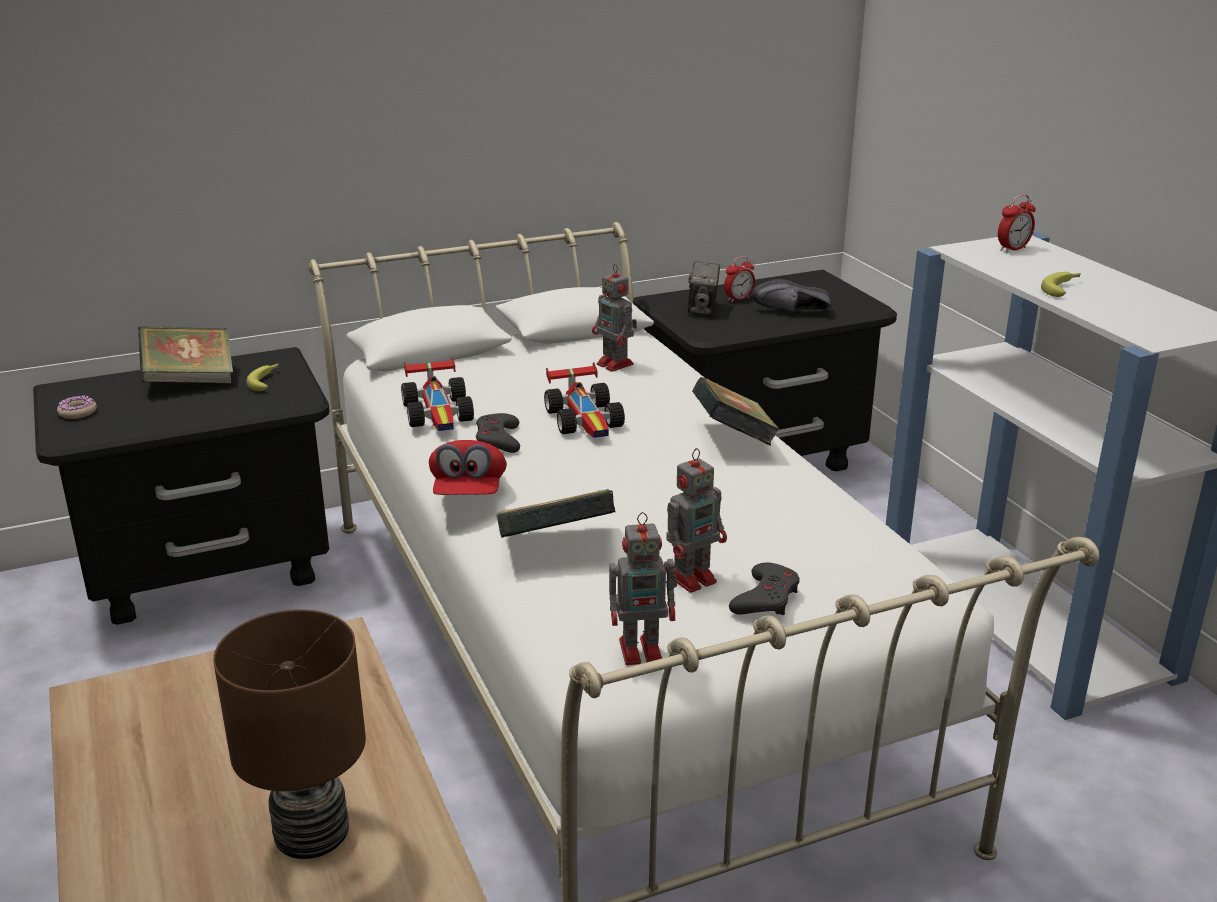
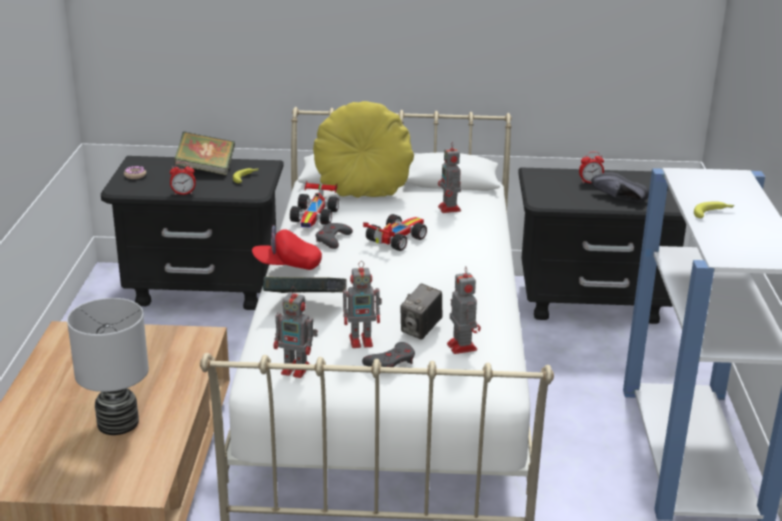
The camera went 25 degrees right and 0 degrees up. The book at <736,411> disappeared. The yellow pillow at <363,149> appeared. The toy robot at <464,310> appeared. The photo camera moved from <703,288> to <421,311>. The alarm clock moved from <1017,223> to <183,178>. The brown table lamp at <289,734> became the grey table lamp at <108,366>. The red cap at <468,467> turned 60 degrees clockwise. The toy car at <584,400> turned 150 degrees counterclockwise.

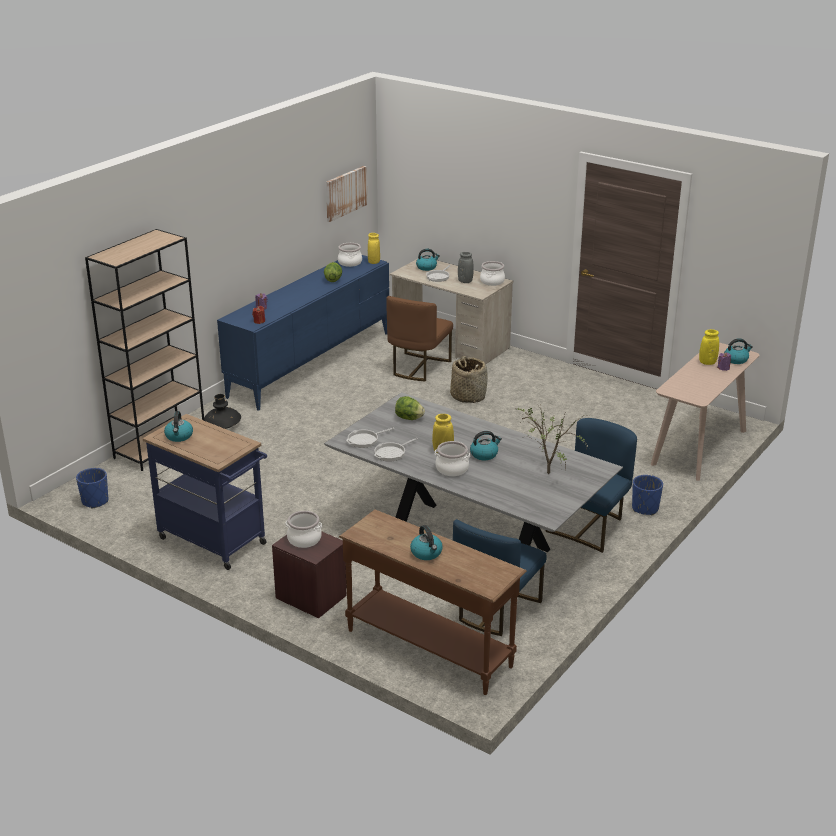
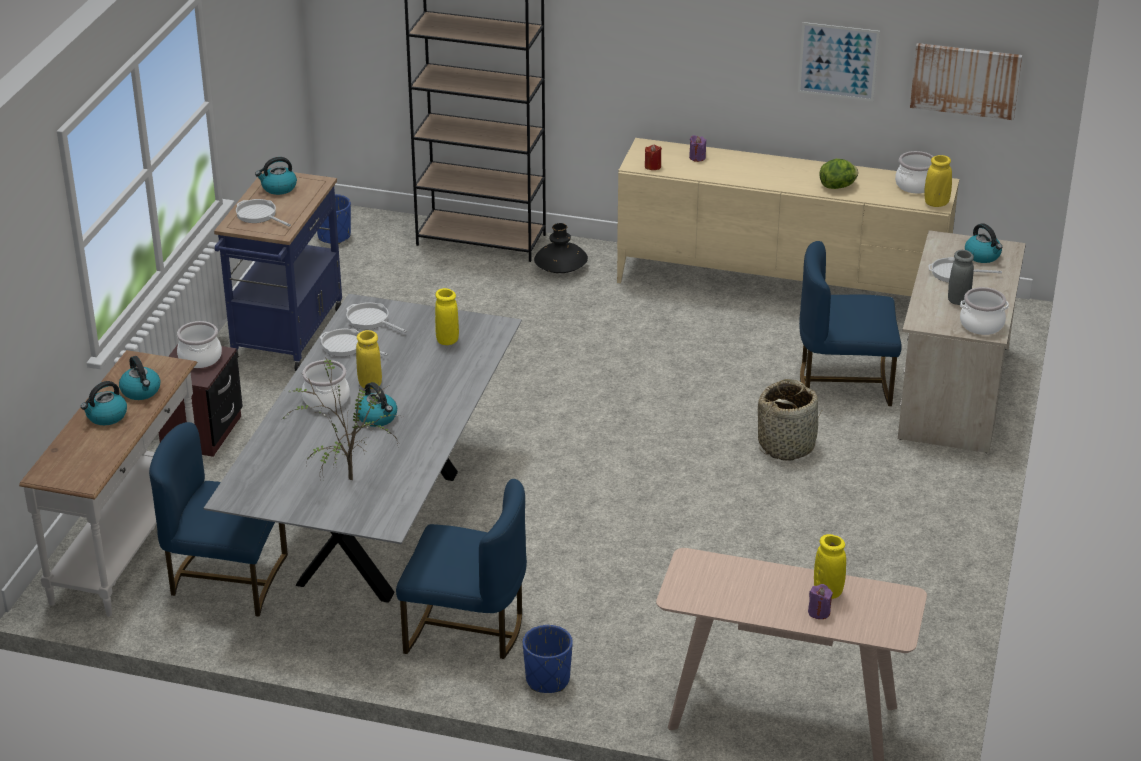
The camera went 70 degrees right and 5 degrees up. The frying pan at <263,213> appeared. The picture at <839,61> appeared. The kettle moved from <738,351> to <139,378>. The lettuce at <410,408> was replaced by the yellow vase at <447,316>. The blue cabinet at <303,333> became the beige cabinet at <788,217>. The brown console table at <433,602> became the white console table at <108,483>. The brown chair at <419,339> became the blue chair at <850,323>.

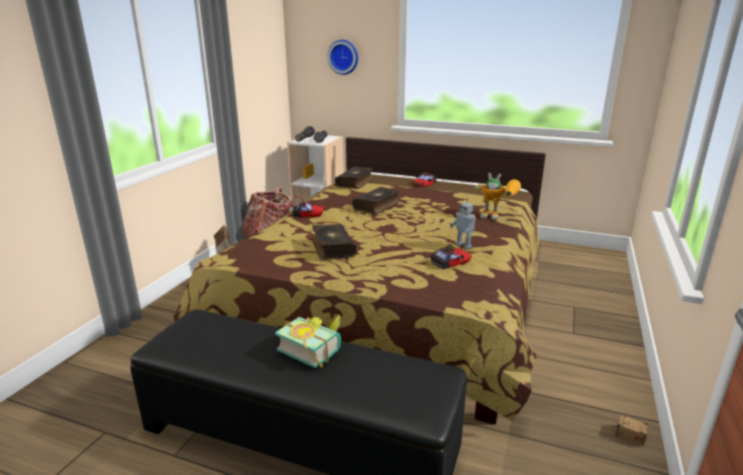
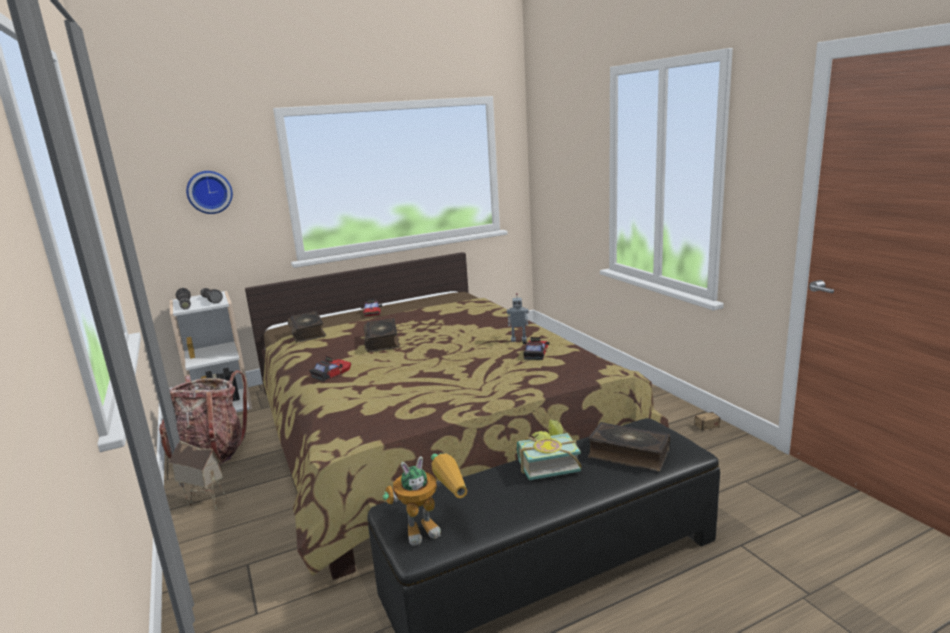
The camera went 45 degrees left and 5 degrees down. The book moved from <334,242> to <629,446>. The toy robot moved from <497,196> to <425,499>.

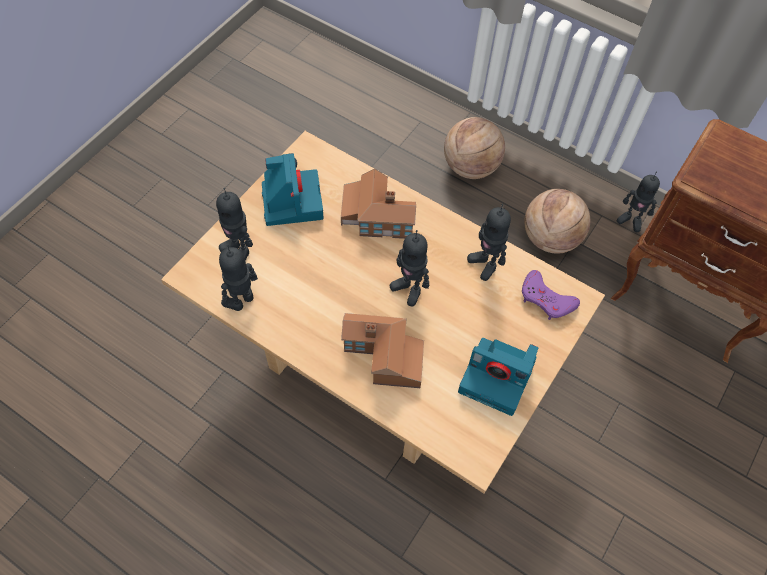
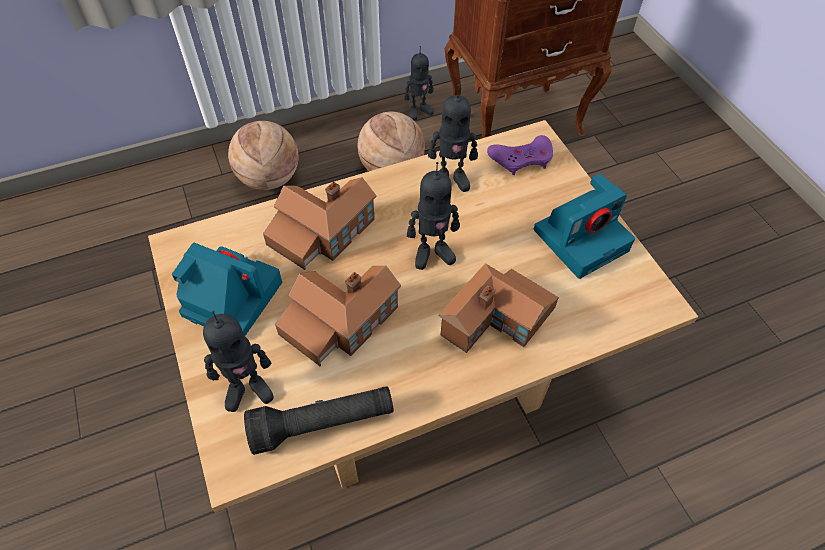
The camera went 55 degrees left and 5 degrees down. The toy house at <338,316> appeared. The toy robot at <238,278> was replaced by the black flashlight at <319,420>.

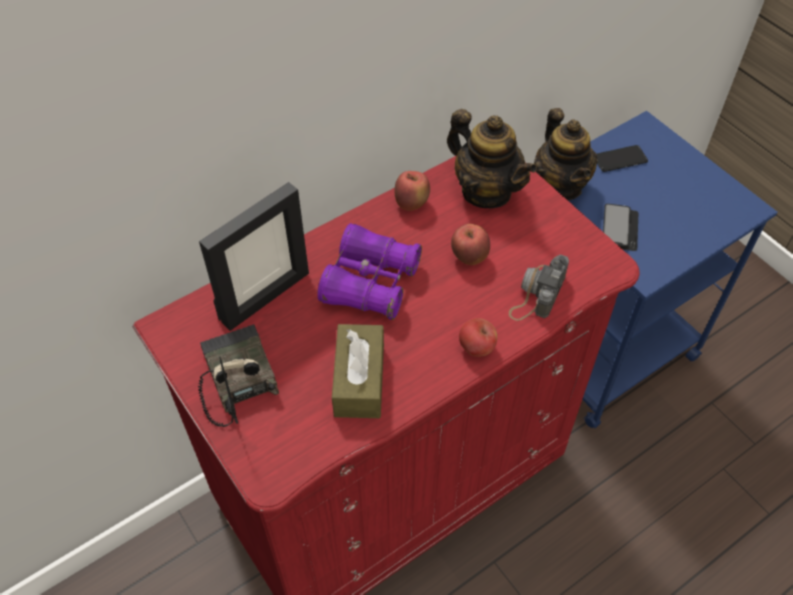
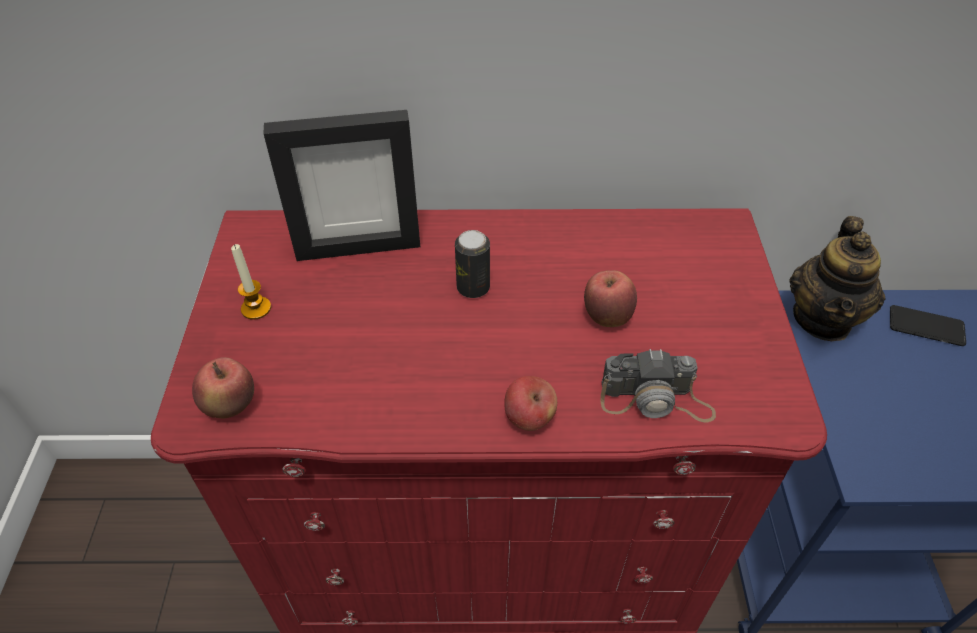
The camera went 35 degrees right and 5 degrees down. The brown tissue box at <358,371> disappeared. The teapot at <492,158> disappeared. The phone at <620,227> disappeared. The apple moved from <412,191> to <223,387>. The radio at <238,375> was replaced by the candle at <251,282>. The purple binoculars at <369,271> was replaced by the can at <472,264>. The photo camera at <539,287> turned 150 degrees counterclockwise.

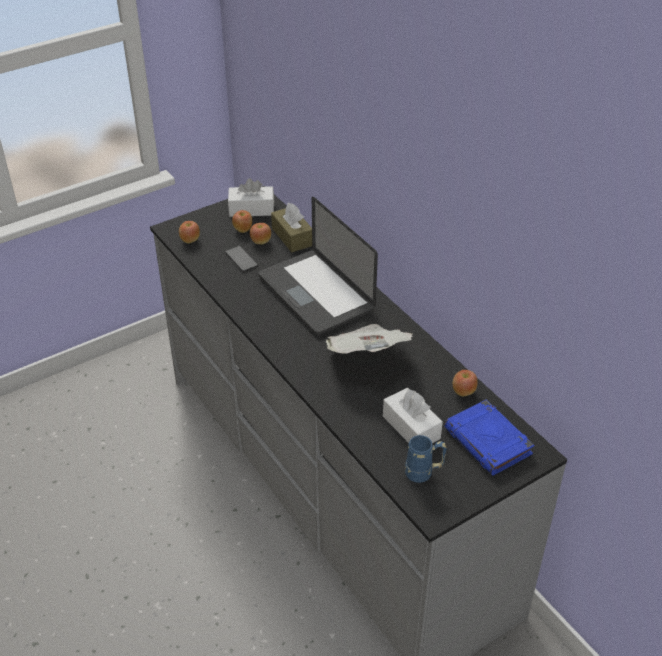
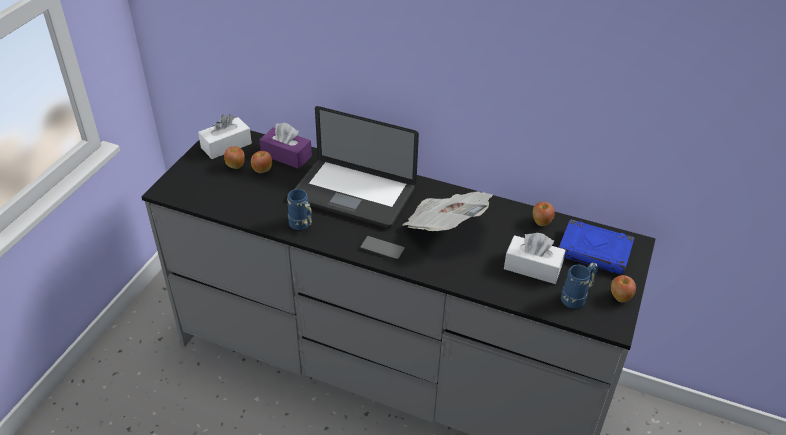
The camera went 35 degrees left and 0 degrees up. The blue mug at <299,209> appeared. The apple moved from <189,232> to <623,288>. The phone moved from <241,259> to <382,248>. The brown tissue box at <291,227> became the purple tissue box at <285,145>.

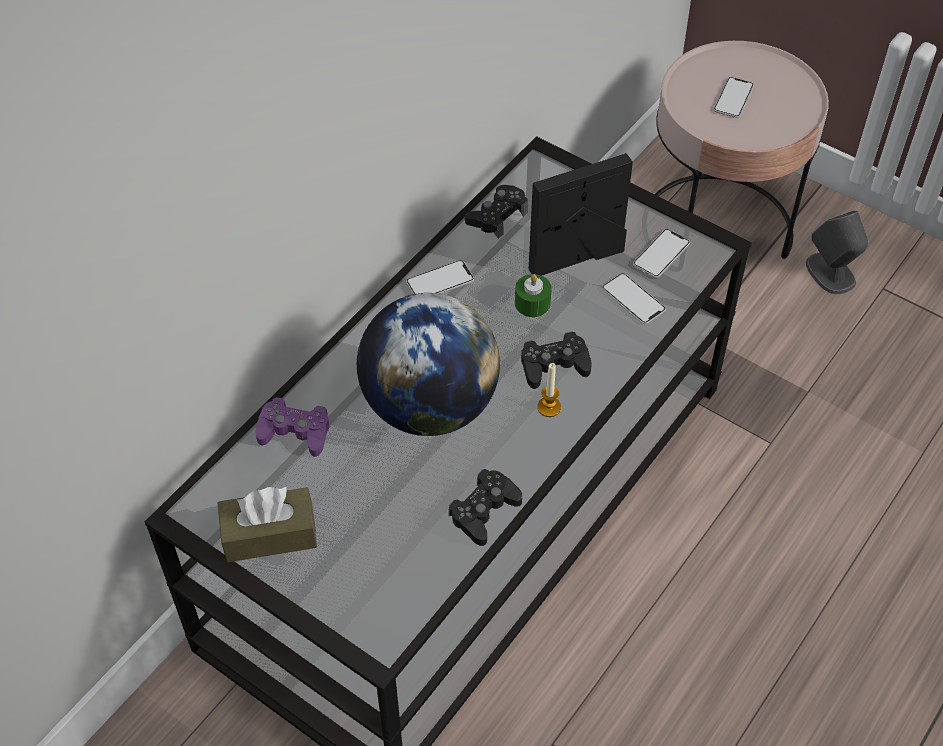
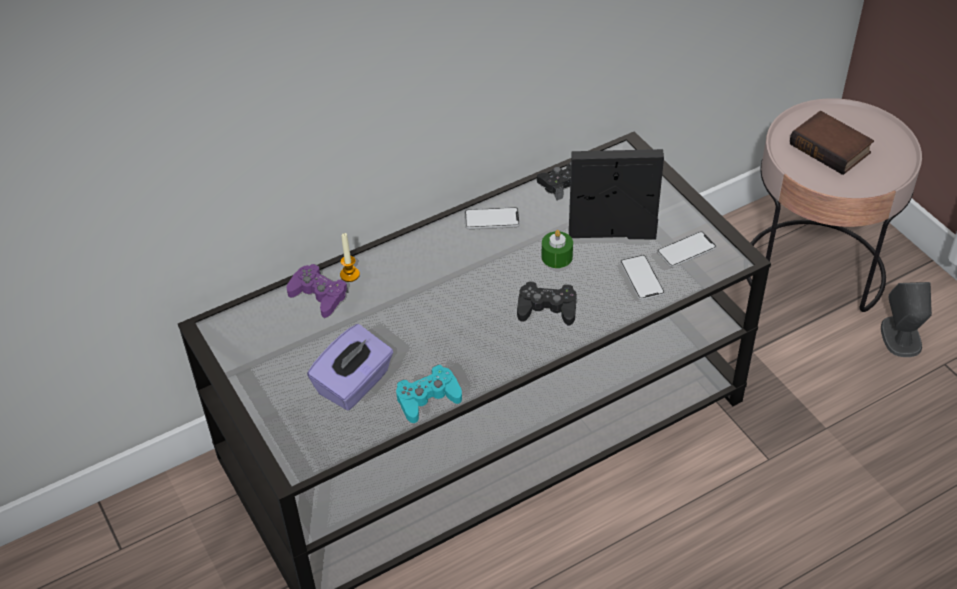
The camera went 25 degrees right and 5 degrees down. The brown tissue box at <267,524> disappeared. The globe at <428,364> disappeared. The purple tissue box at <350,367> appeared. The candle moved from <549,390> to <350,257>. The phone at <733,97> was replaced by the book at <832,143>. The black game controller at <485,507> became the turquoise game controller at <429,394>.

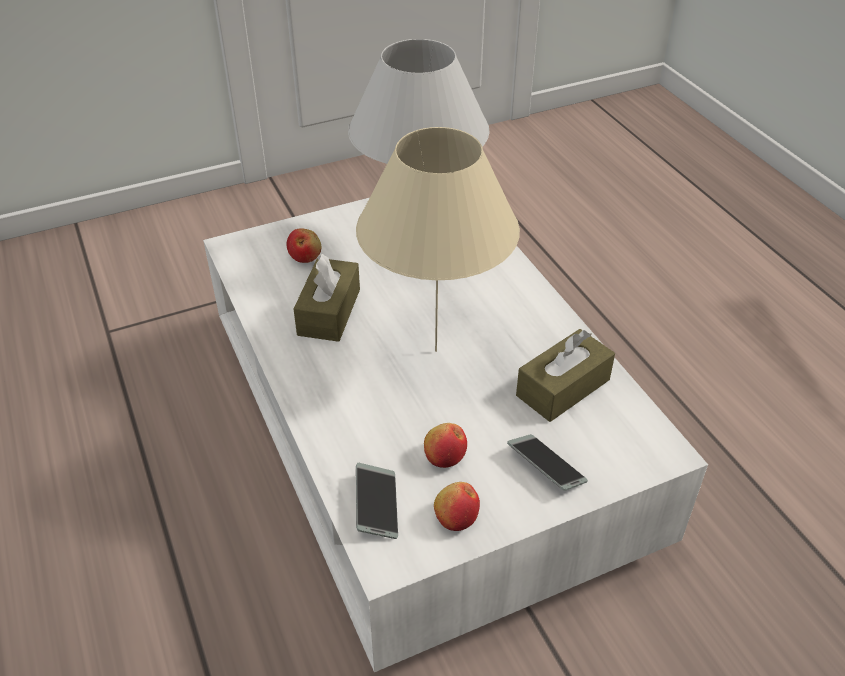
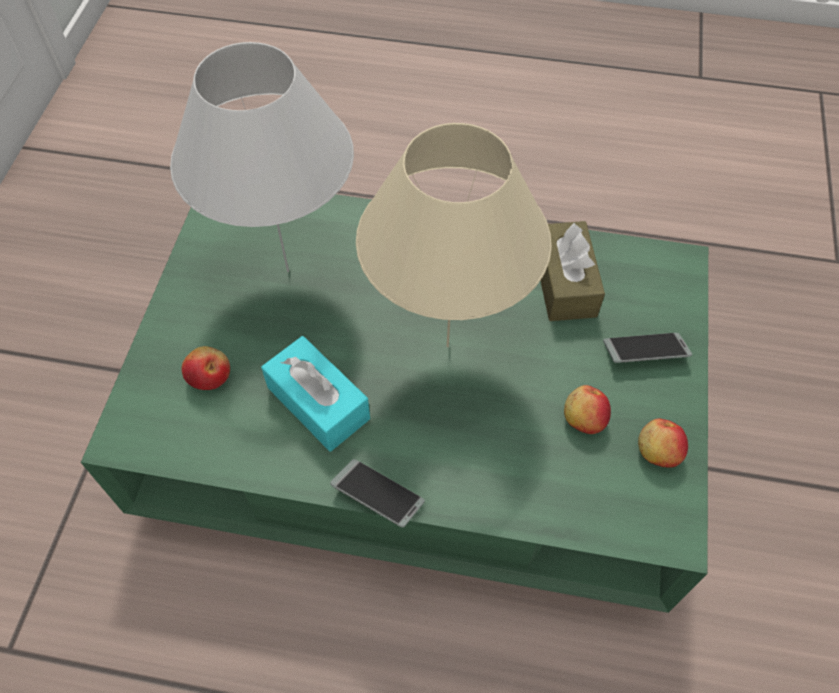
The camera went 55 degrees left and 15 degrees up. The phone moved from <377,501> to <377,493>. The white coffee table at <455,435> became the green coffee table at <394,403>. The brown tissue box at <327,298> became the turquoise tissue box at <315,393>.

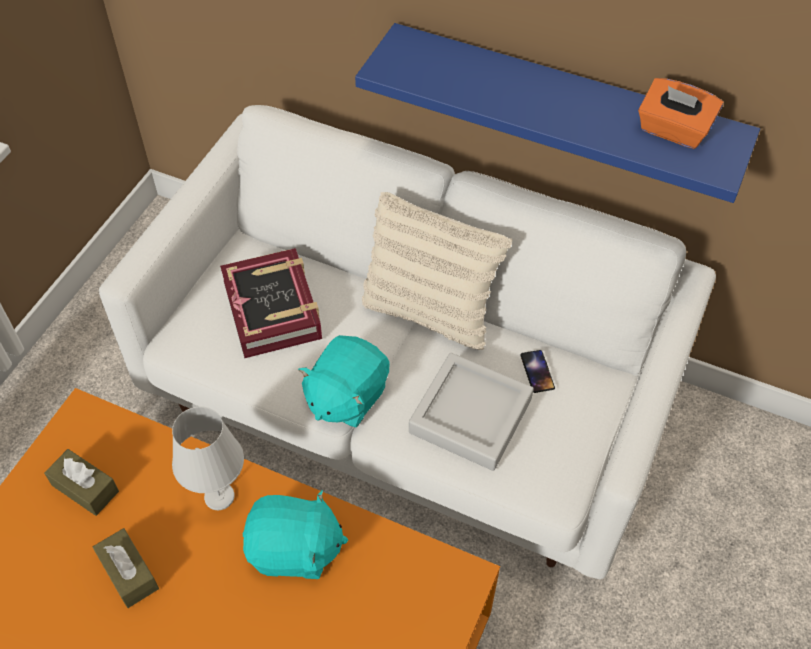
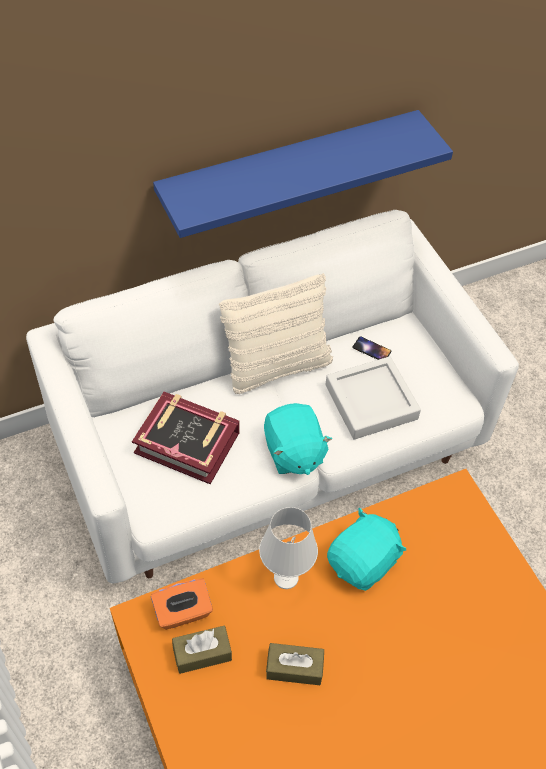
The camera went 50 degrees left and 0 degrees up. The orange tissue box moved from <680,113> to <182,604>.

